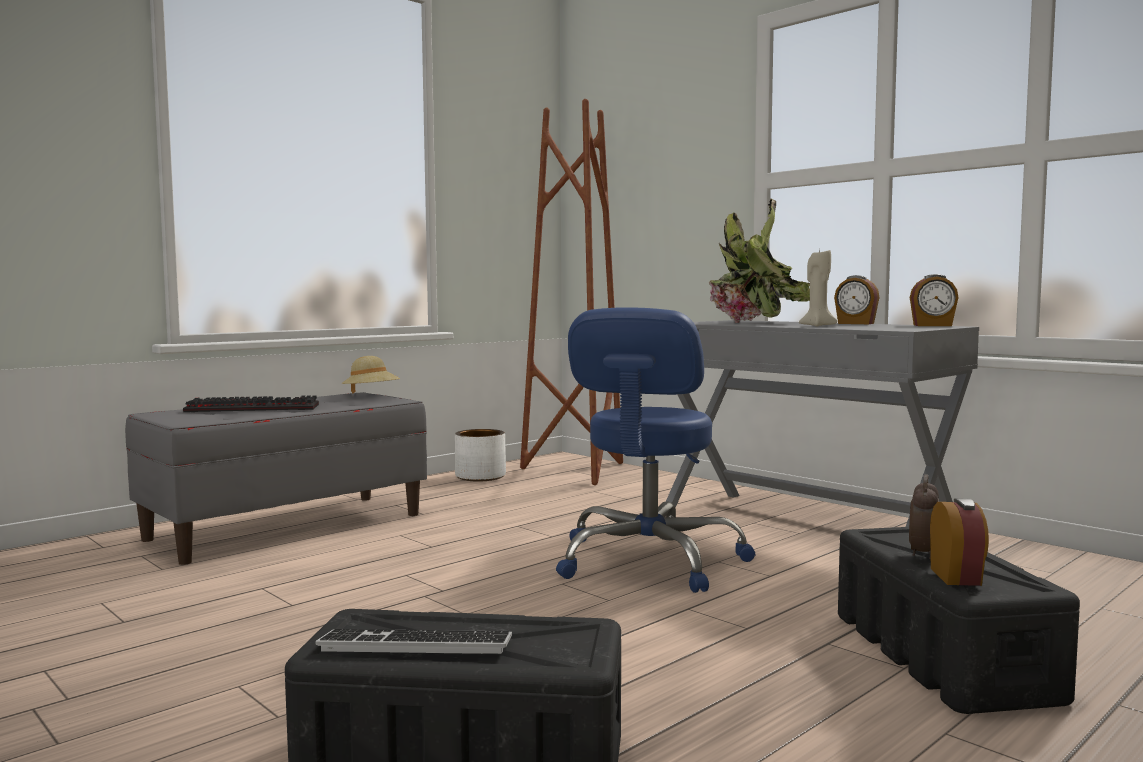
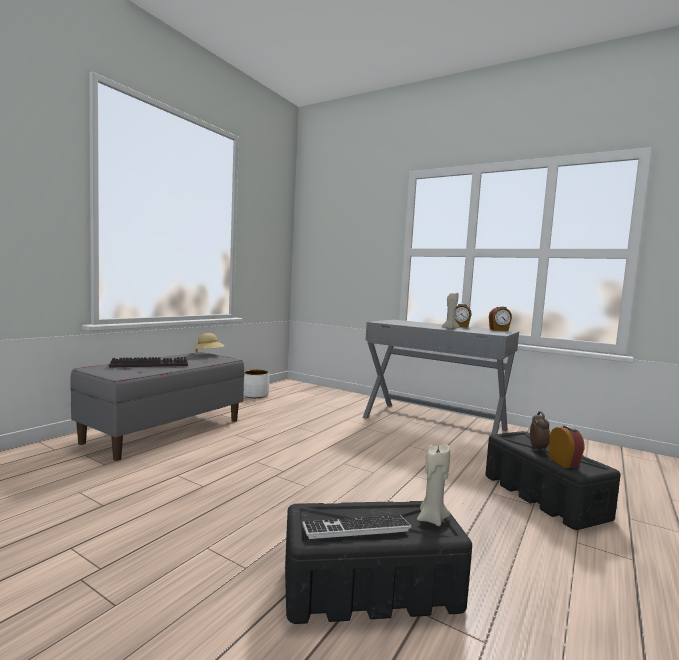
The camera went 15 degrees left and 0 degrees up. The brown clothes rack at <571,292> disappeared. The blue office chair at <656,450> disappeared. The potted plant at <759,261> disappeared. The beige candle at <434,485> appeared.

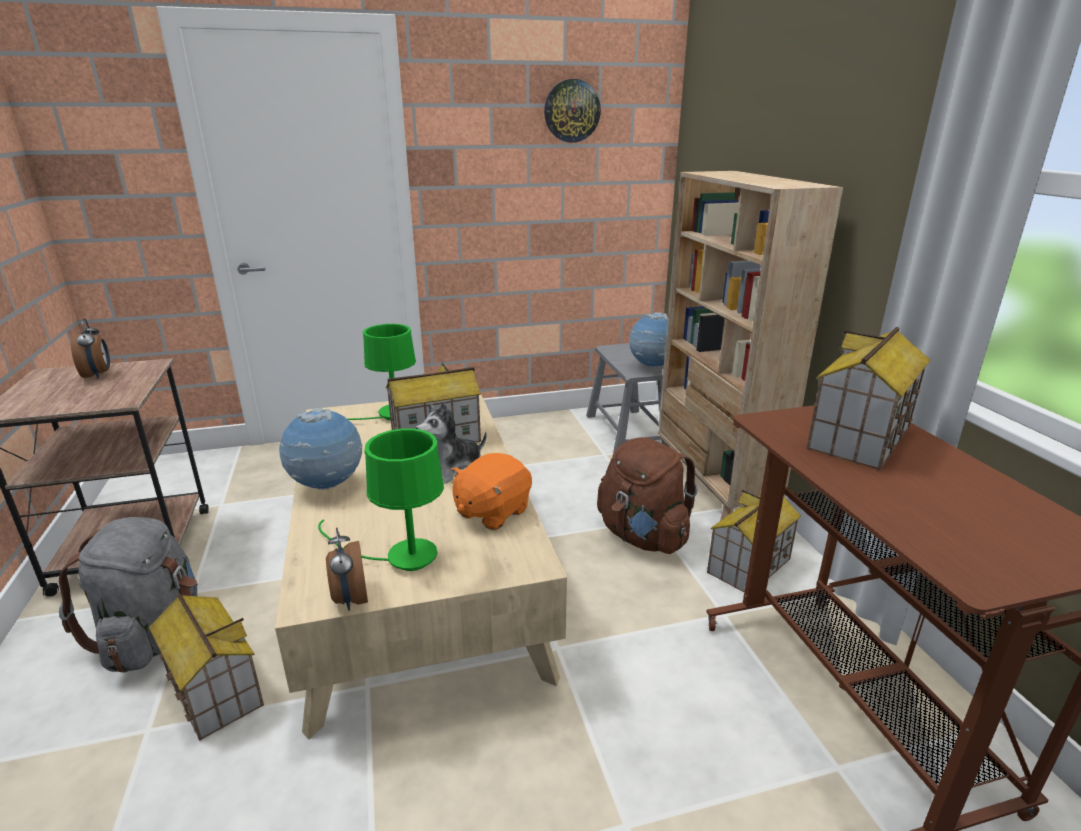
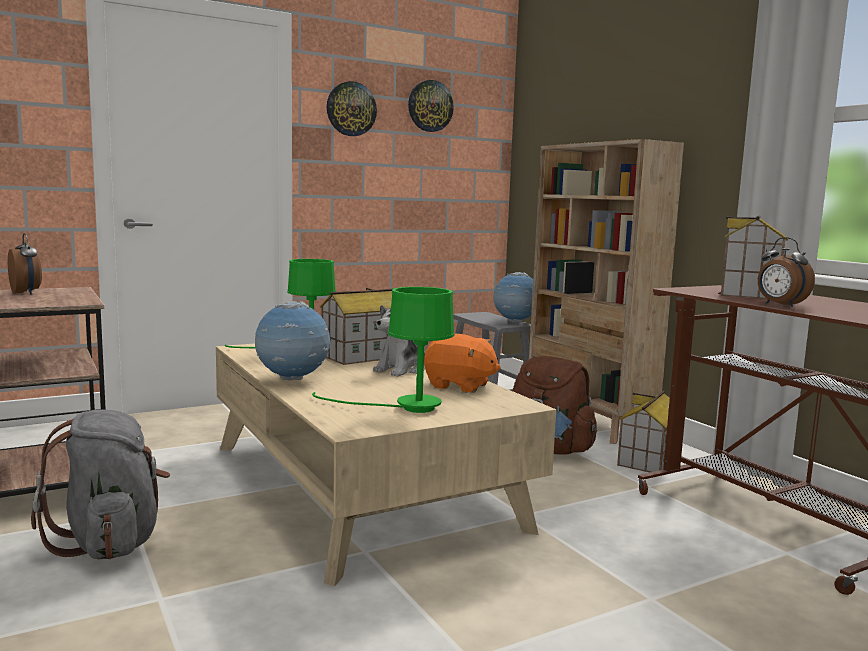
The camera went 15 degrees left and 15 degrees down. The toy house at <206,667> disappeared. The wall clock at <352,108> appeared. The alarm clock moved from <347,569> to <786,272>. The orange plush toy at <491,491> turned 90 degrees counterclockwise.

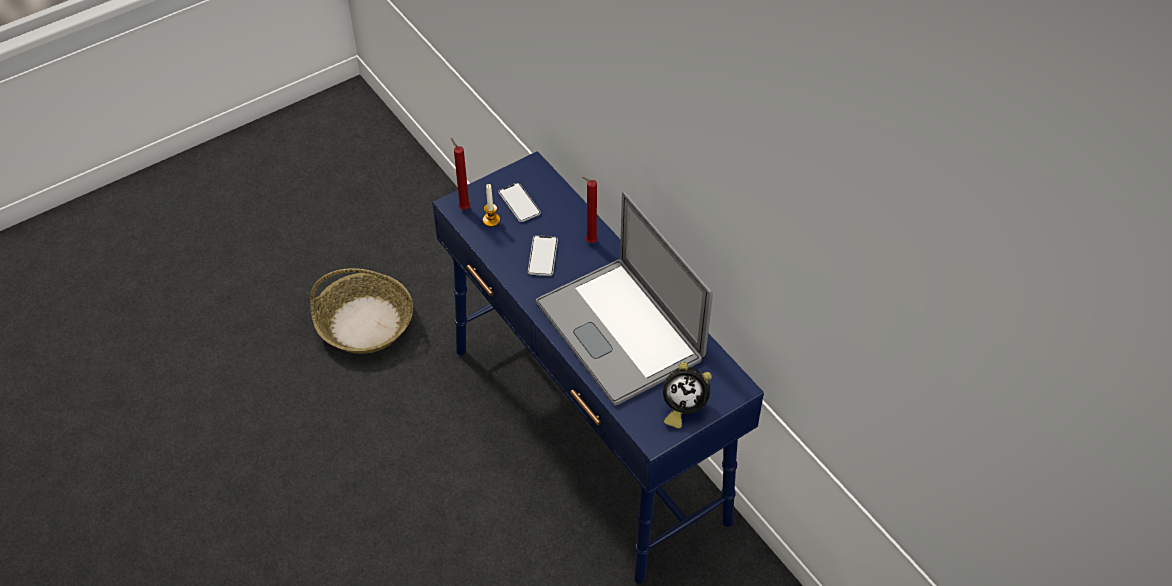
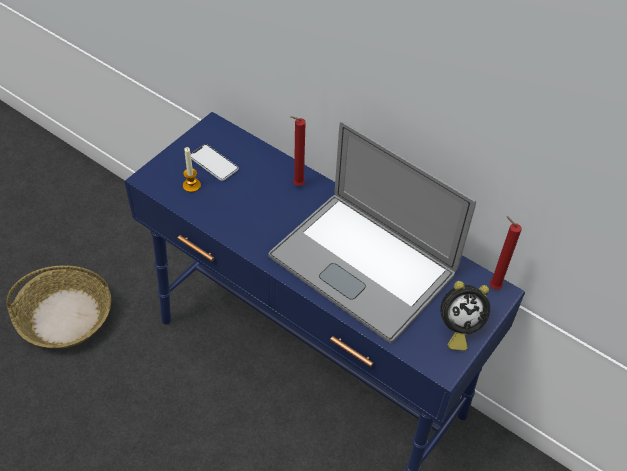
The camera went 20 degrees left and 0 degrees up. The phone at <543,255> disappeared. The red candle moved from <460,174> to <506,253>.

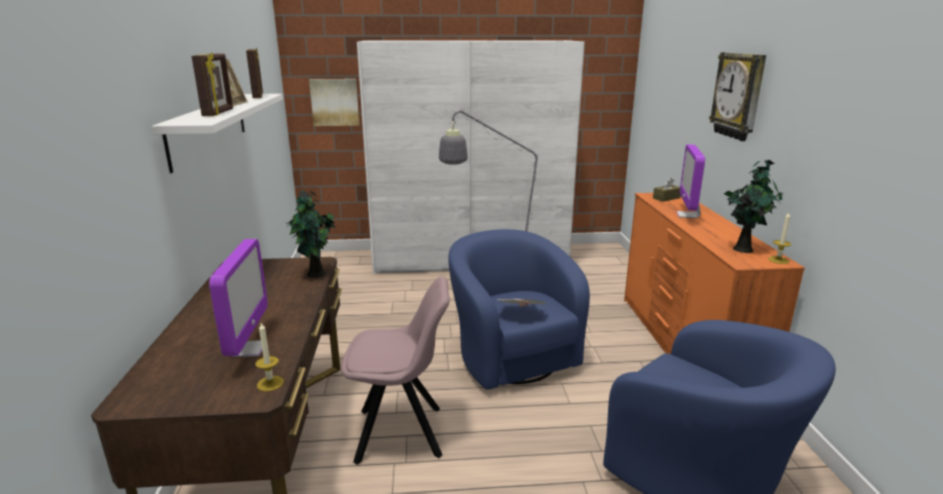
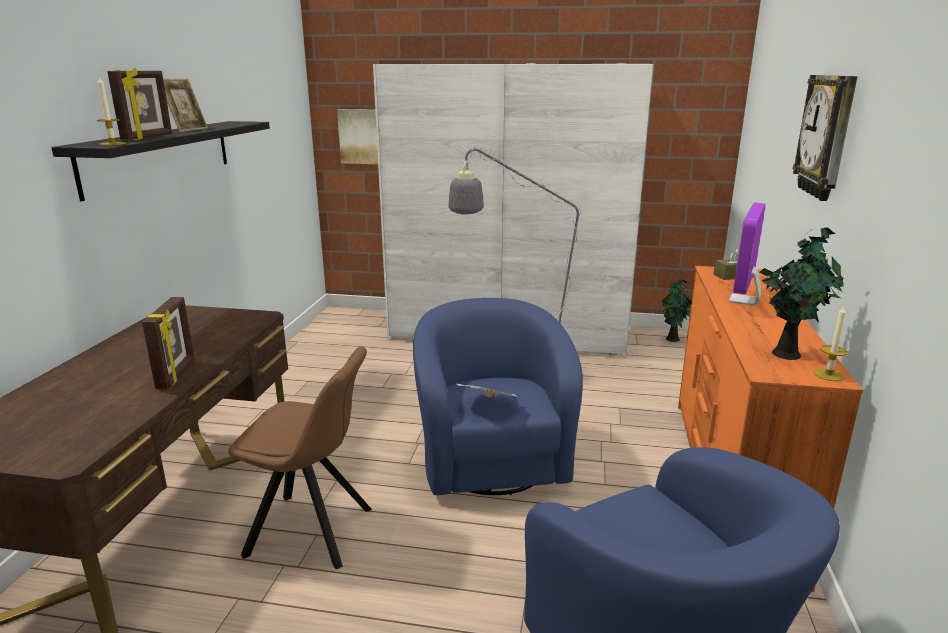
The camera went 15 degrees right and 0 degrees up. The monitor at <238,298> disappeared. The picture frame moved from <254,73> to <168,343>. The candle moved from <269,357> to <111,110>. The potted plant moved from <310,234> to <677,310>. The white shelf at <217,133> became the black shelf at <160,161>. The pink chair at <395,370> became the brown chair at <300,457>.

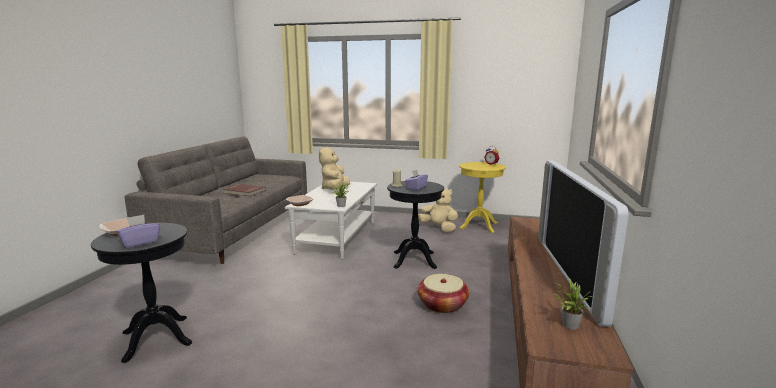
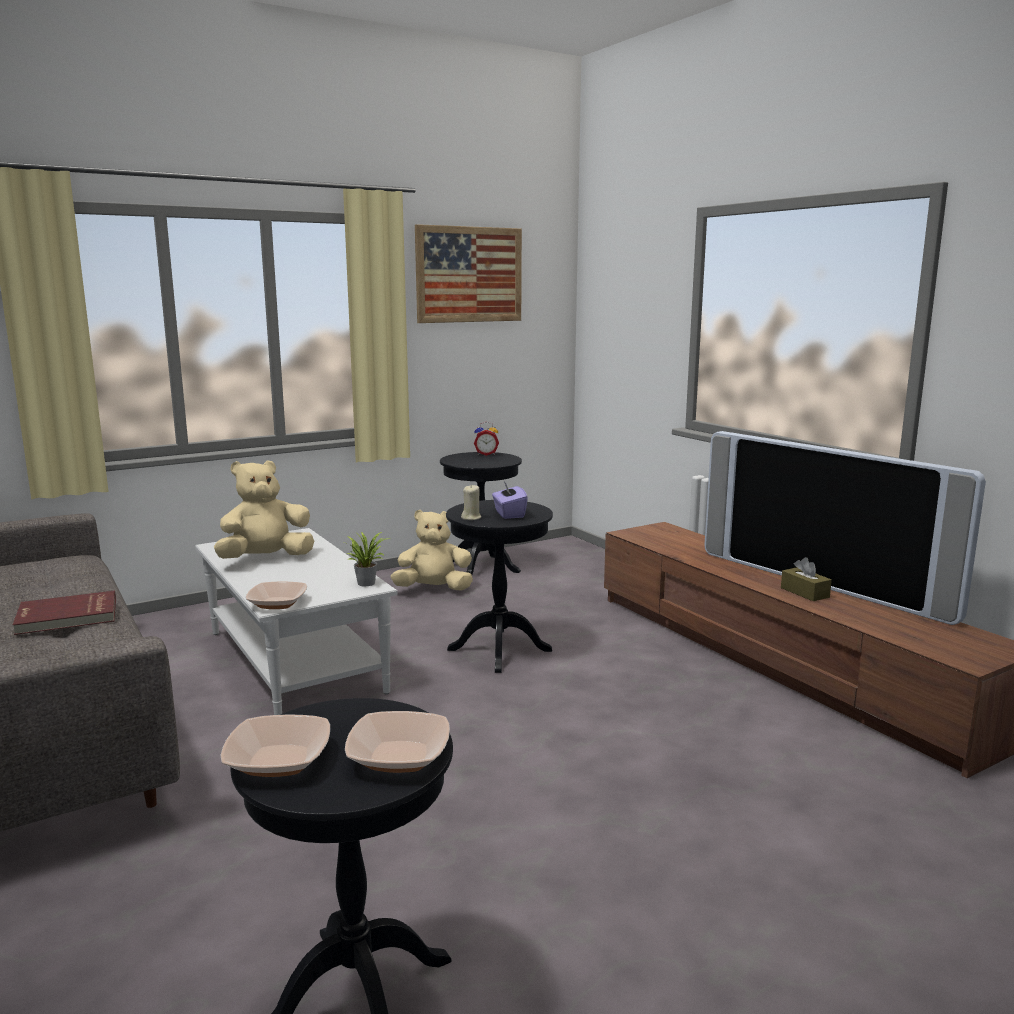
The camera went 45 degrees left and 0 degrees up. The basket at <443,293> disappeared. The potted plant at <574,304> disappeared. The picture at <468,273> appeared. The brown tissue box at <806,579> appeared. The purple tissue box at <138,231> was replaced by the bowl at <397,742>. The yellow side table at <482,197> became the black side table at <481,513>. The beige plush toy at <334,168> turned 90 degrees clockwise.

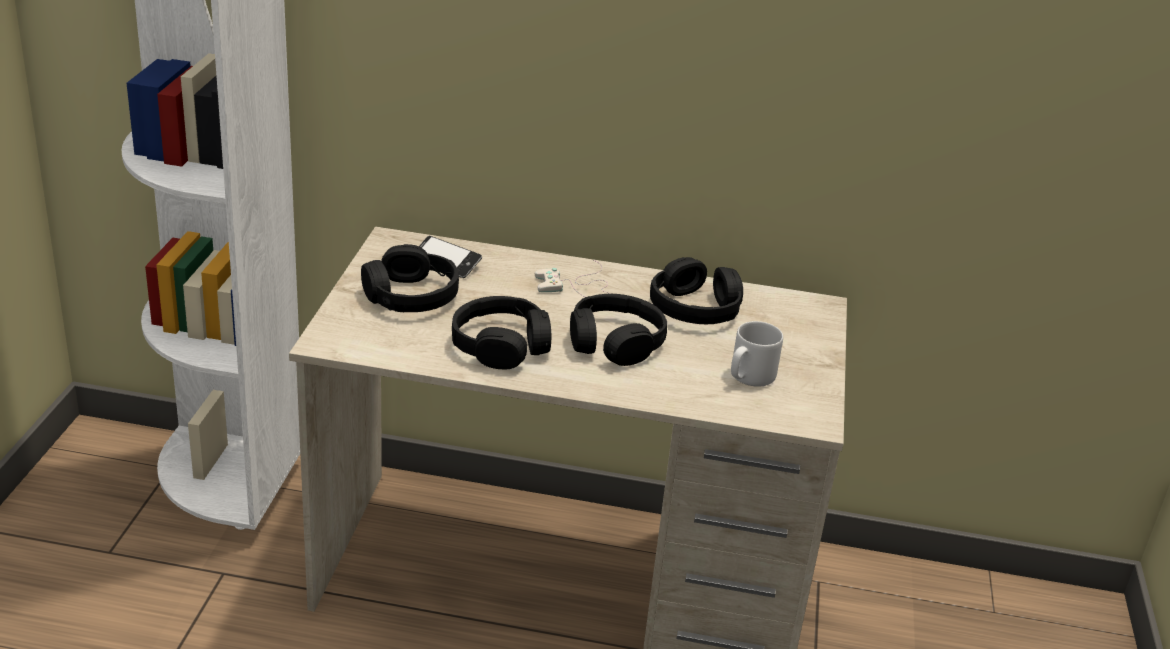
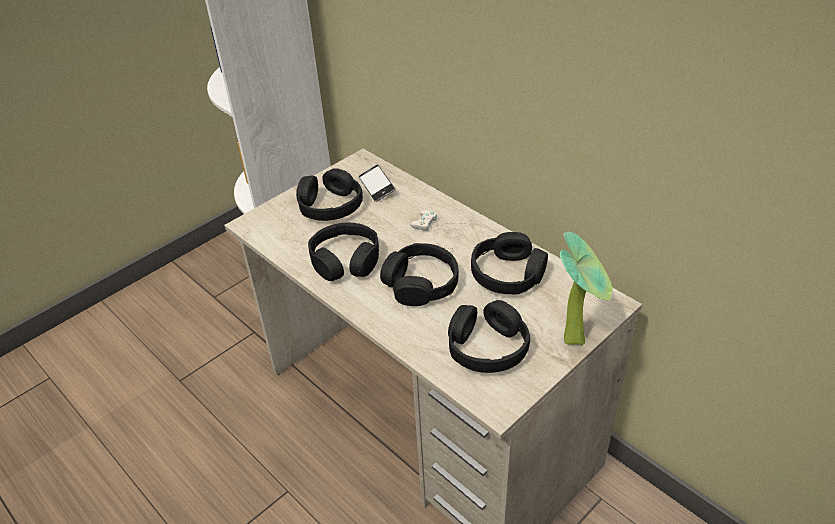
The camera went 40 degrees right and 10 degrees up. The potted plant at <586,289> appeared. The grey mug at <757,354> was replaced by the black headphones at <489,336>.

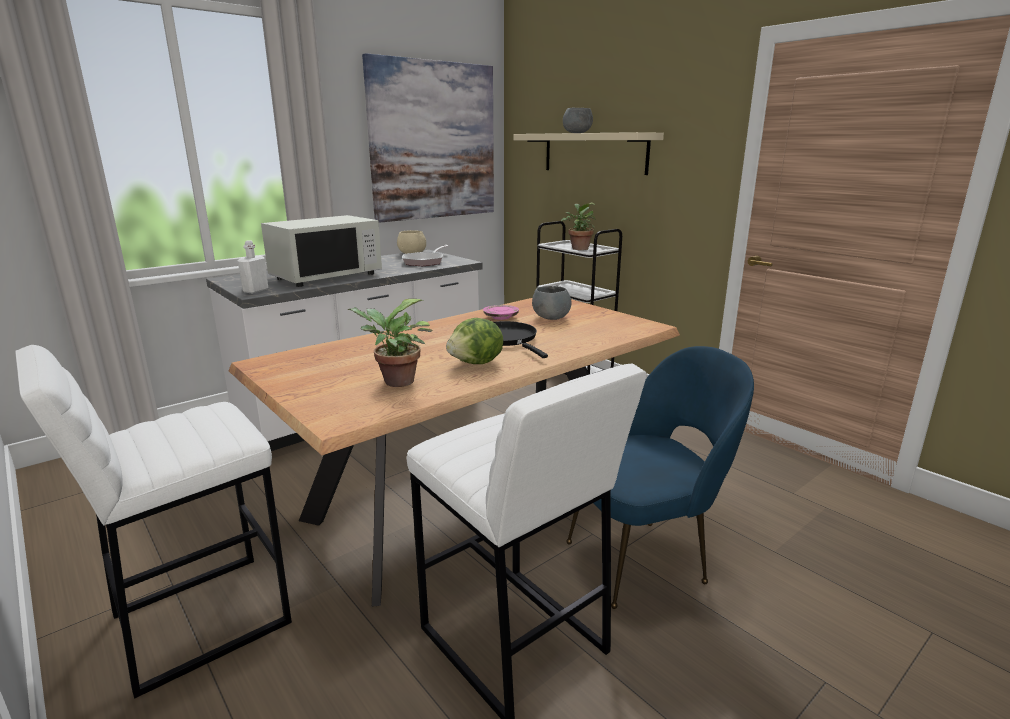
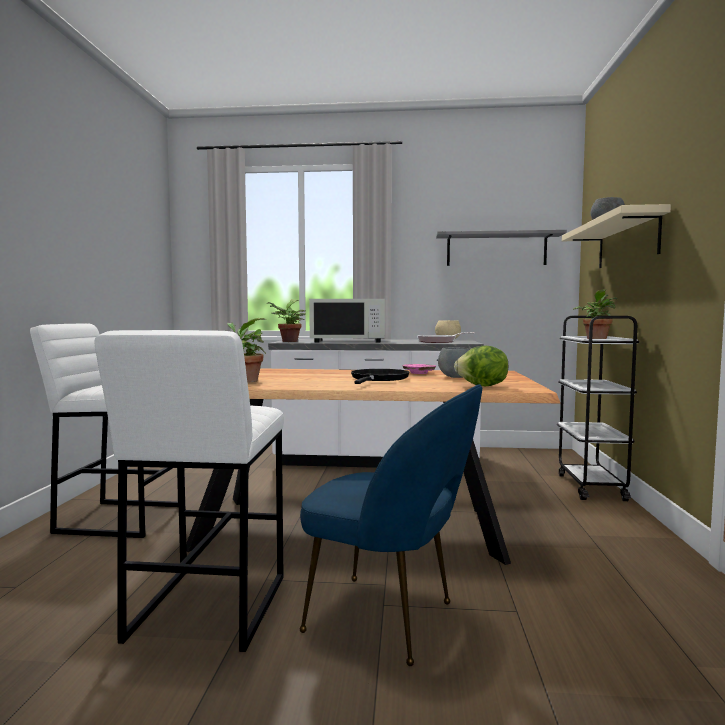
The camera went 45 degrees right and 15 degrees down. The lettuce moved from <474,341> to <481,365>. The white bottle at <253,266> was replaced by the potted plant at <286,321>. The picture at <428,138> was replaced by the grey shelf at <501,248>.

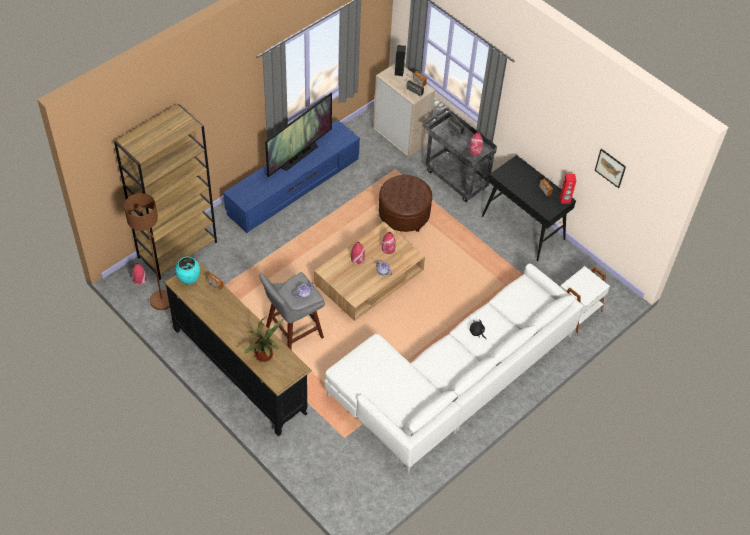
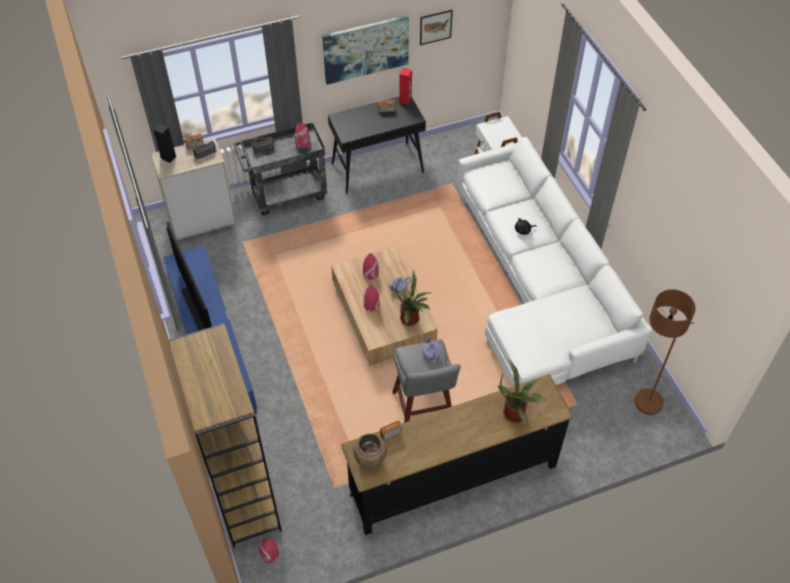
The camera went 65 degrees left and 0 degrees up. The brown ottoman at <405,203> disappeared. The picture at <365,50> appeared. The potted plant at <414,298> appeared. The brown floor lamp moved from <147,251> to <665,352>. The turquoise vase at <187,270> became the brown vase at <370,451>.

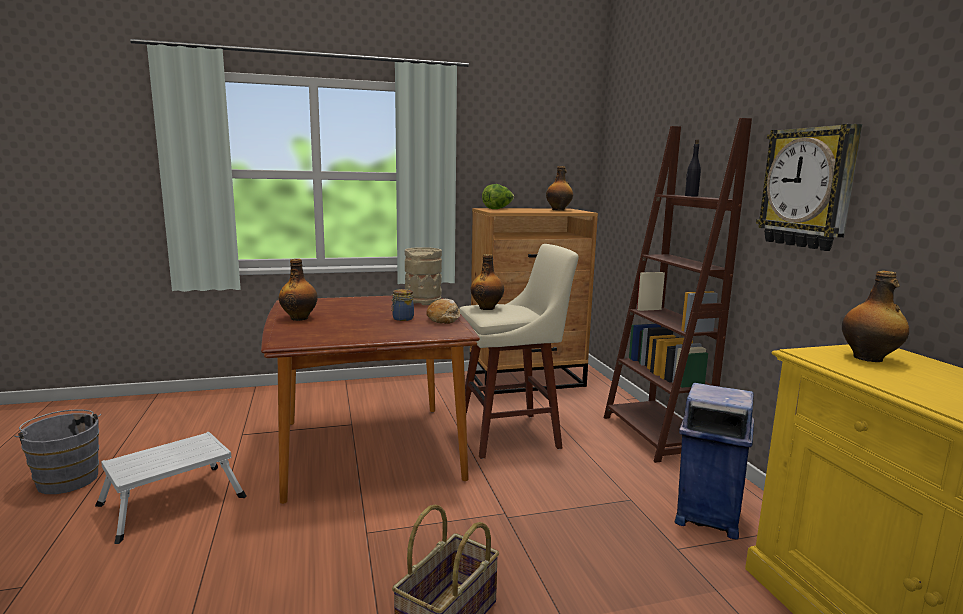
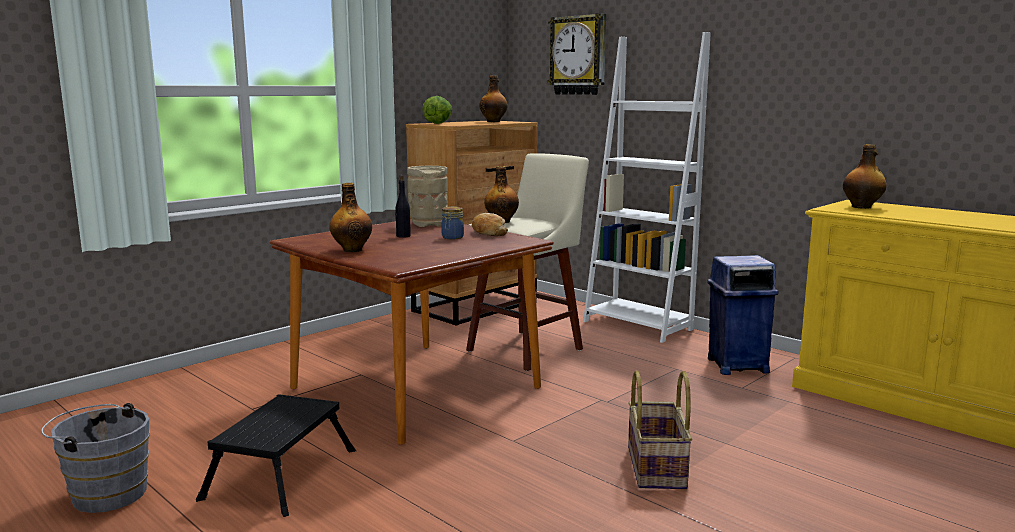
The camera went 30 degrees left and 0 degrees up. The black bottle moved from <693,167> to <403,206>. The wall clock moved from <809,187> to <577,54>. The white step ladder at <171,488> became the black step ladder at <276,455>. The brown bookcase at <678,290> became the white bookcase at <647,187>.

